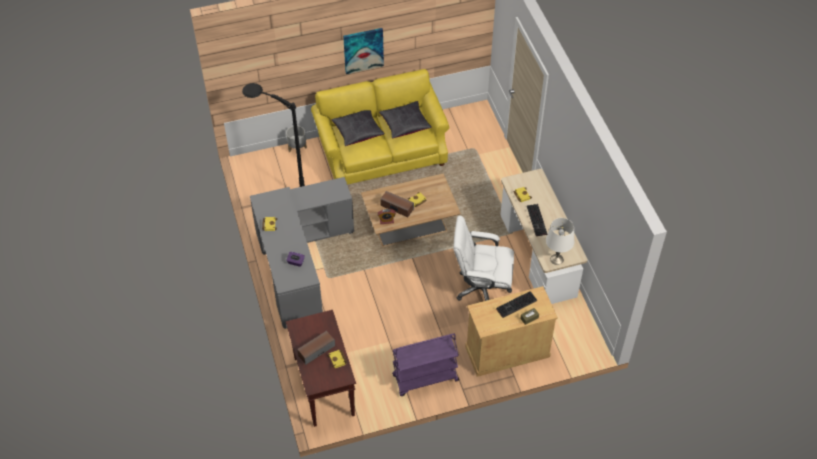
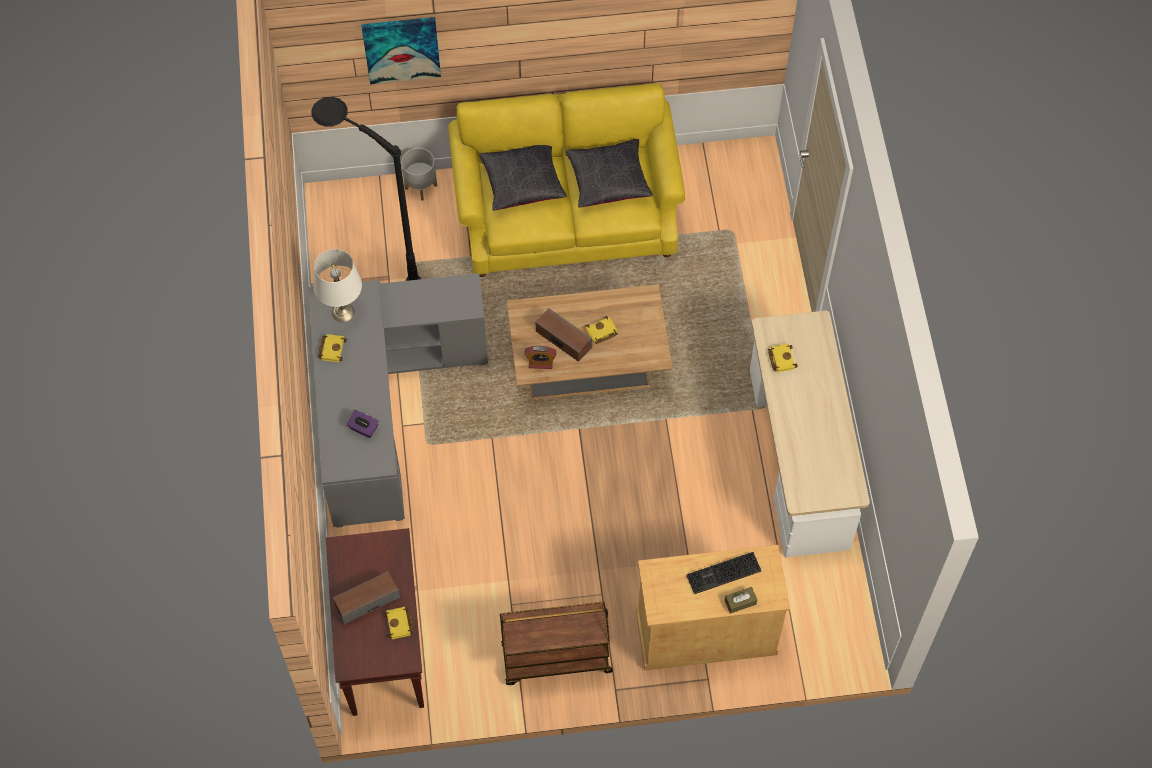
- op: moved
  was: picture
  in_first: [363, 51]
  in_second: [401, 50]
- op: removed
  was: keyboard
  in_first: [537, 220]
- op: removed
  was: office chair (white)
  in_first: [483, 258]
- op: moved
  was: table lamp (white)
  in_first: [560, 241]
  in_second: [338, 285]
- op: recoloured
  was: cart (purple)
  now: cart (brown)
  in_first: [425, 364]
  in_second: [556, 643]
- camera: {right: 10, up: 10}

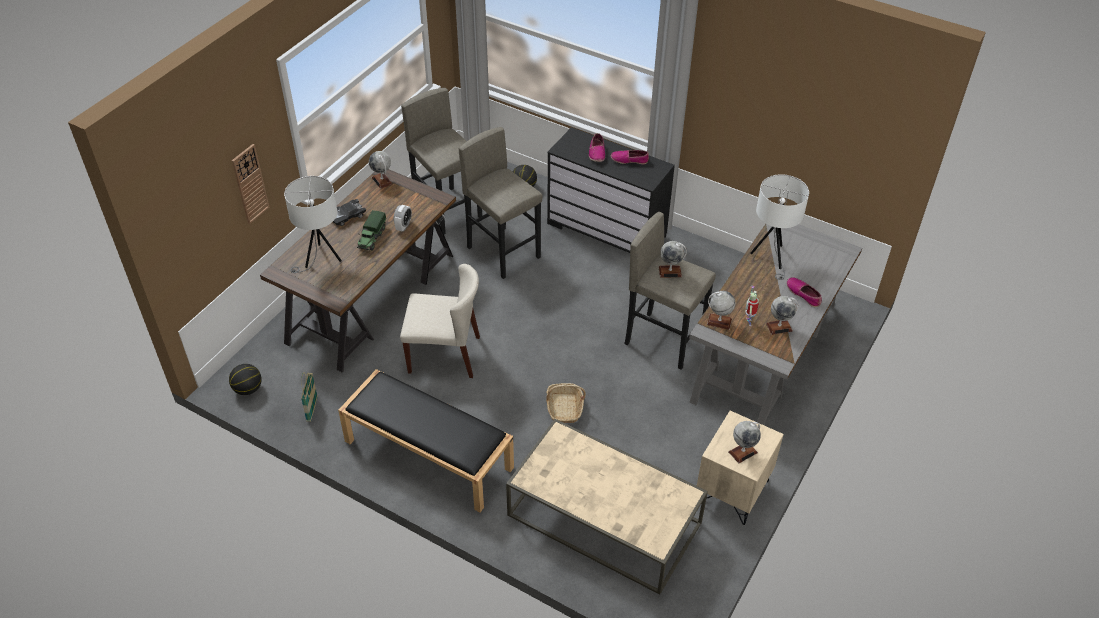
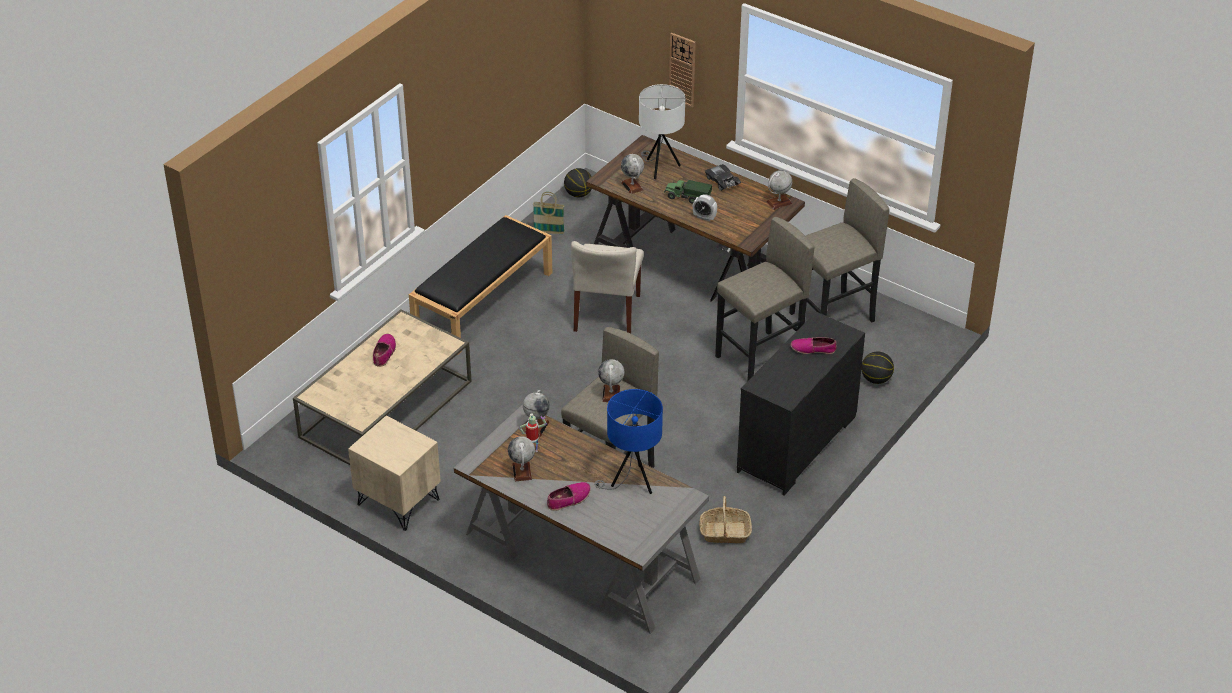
- op: moved
  was: shoe
  in_first: [630, 157]
  in_second: [384, 350]
- op: recoloured
  was: table lamp (white)
  now: table lamp (blue)
  in_first: [779, 227]
  in_second: [628, 441]
- op: moved
  was: basket
  in_first: [566, 403]
  in_second: [725, 519]
- op: moved
  was: globe
  in_first: [744, 442]
  in_second: [632, 174]
- camera: {right: 95, up: -5}

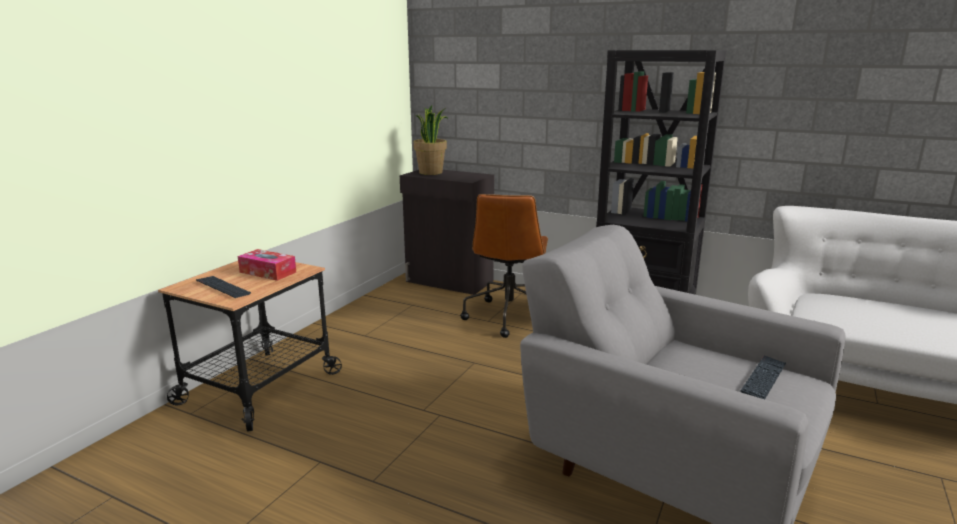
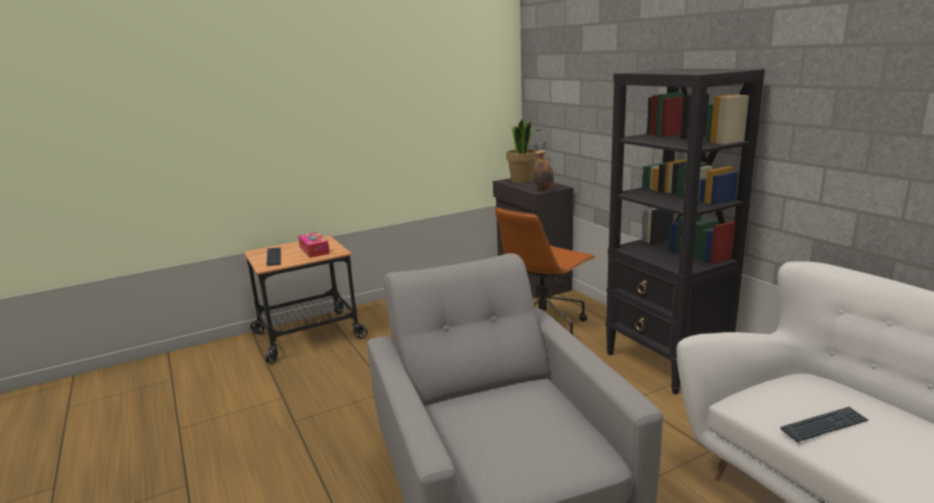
- op: moved
  was: keyboard
  in_first: [763, 377]
  in_second: [824, 424]
- op: added
  now: bottle
  in_second: [544, 170]
- camera: {right: 35, up: 0}

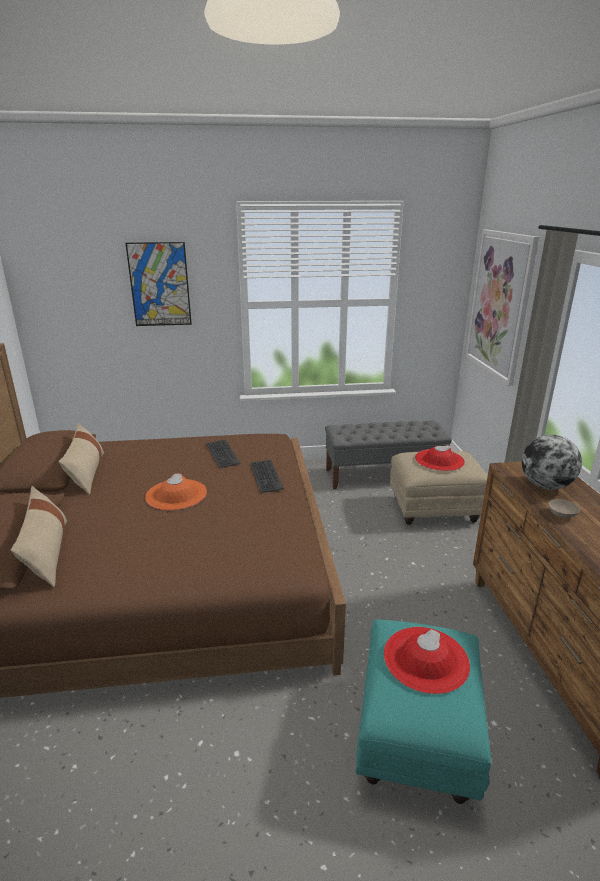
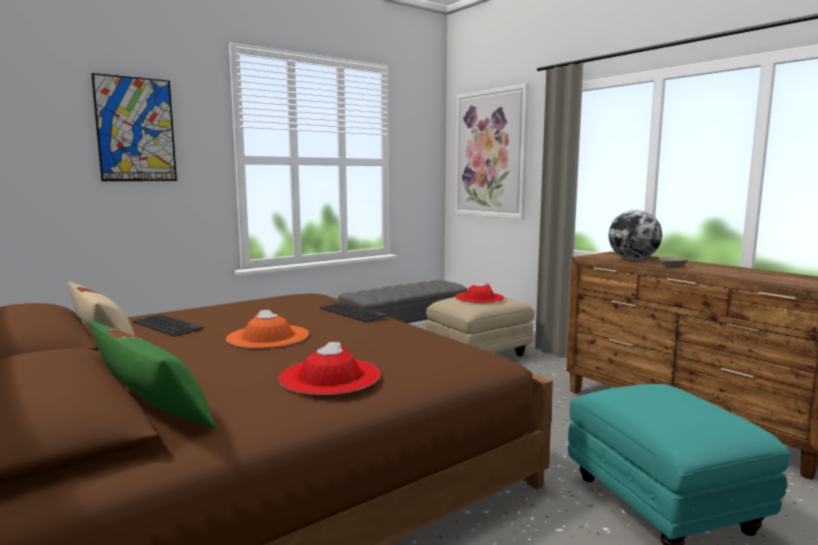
- op: moved
  was: keyboard
  in_first: [223, 453]
  in_second: [168, 325]
- op: recoloured
  was: pillow (beige)
  now: pillow (green)
  in_first: [39, 536]
  in_second: [153, 374]
- op: moved
  was: hat (red)
  in_first: [427, 660]
  in_second: [329, 368]
- camera: {right: -30, up: -15}

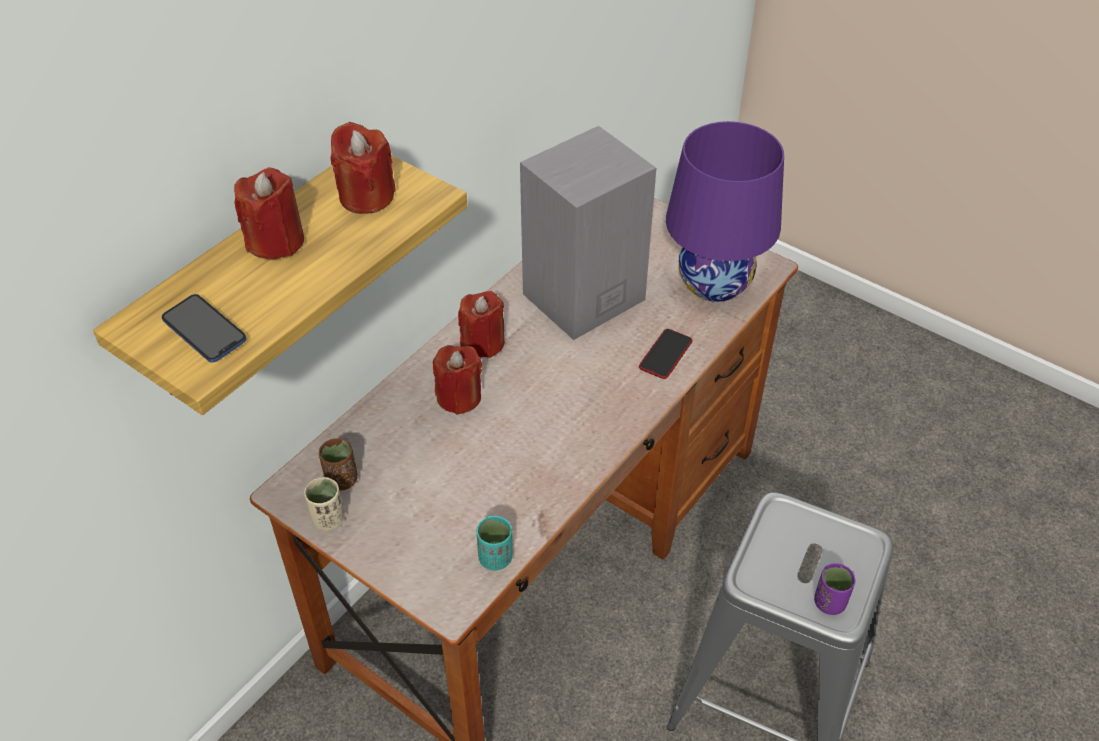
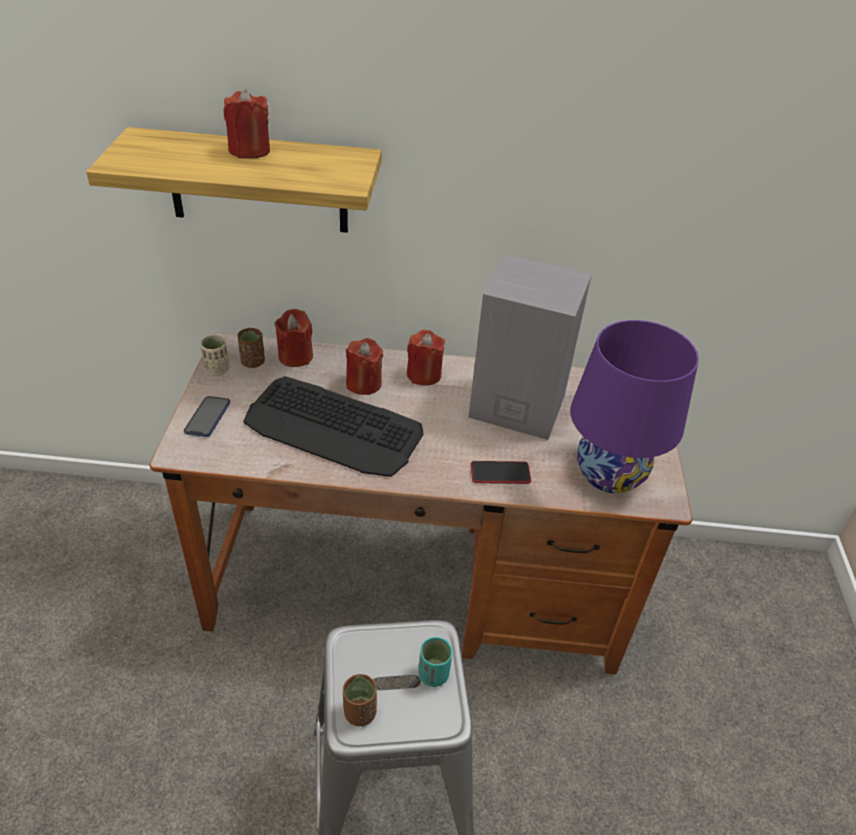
- op: moved
  was: candle (red)
  in_first: [363, 168]
  in_second: [293, 338]
- op: moved
  was: phone
  in_first: [204, 328]
  in_second: [207, 416]
- op: moved
  was: cup (turquoise)
  in_first: [494, 543]
  in_second: [435, 662]
- op: recoloured
  was: cup (purple)
  now: cup (brown)
  in_first: [834, 589]
  in_second: [360, 700]
- op: added
  now: keyboard
  in_second: [333, 426]
- camera: {right: 55, up: -5}

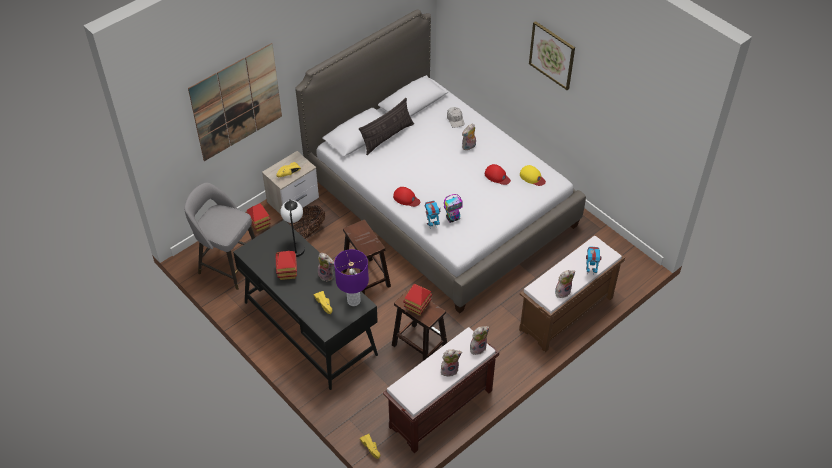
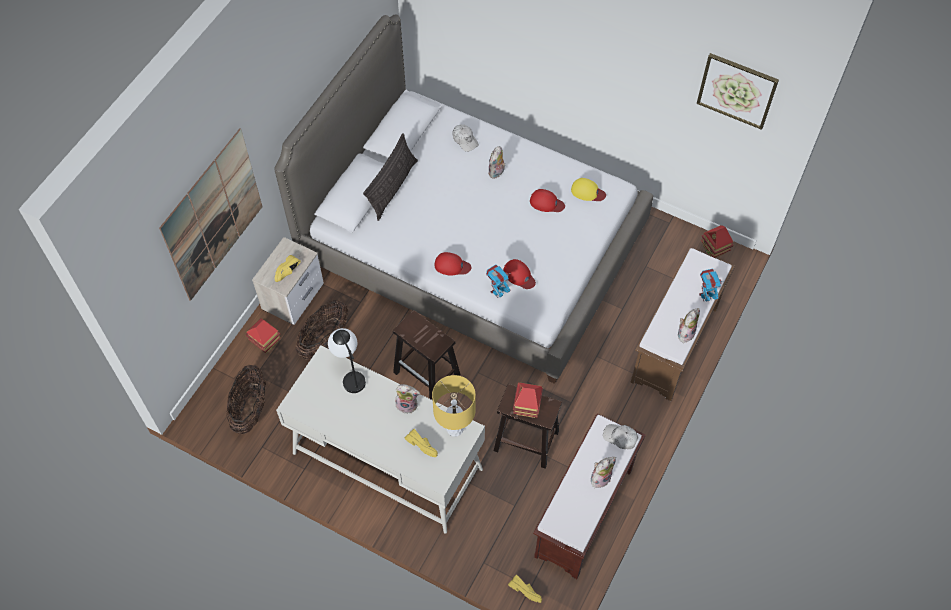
- op: moved
  was: picture
  in_first: [552, 55]
  in_second: [738, 91]
- op: replaced
  was: stool (grey)
  now: basket
  in_first: [219, 236]
  in_second: [246, 399]
- op: replaced
  was: toy robot
  now: cap (red)
  in_first: [453, 208]
  in_second: [519, 274]
- op: recoloured
  was: desk (black)
  now: desk (white)
  in_first: [305, 305]
  in_second: [380, 439]
- op: recoloured
  was: table lamp (purple)
  now: table lamp (yellow)
  in_first: [351, 277]
  in_second: [453, 405]
- op: moved
  was: toy house
  in_first: [286, 265]
  in_second: [717, 241]
- op: replaced
  was: plush toy
  now: cap (white)
  in_first: [479, 340]
  in_second: [620, 436]
- camera: {right: -20, up: 10}

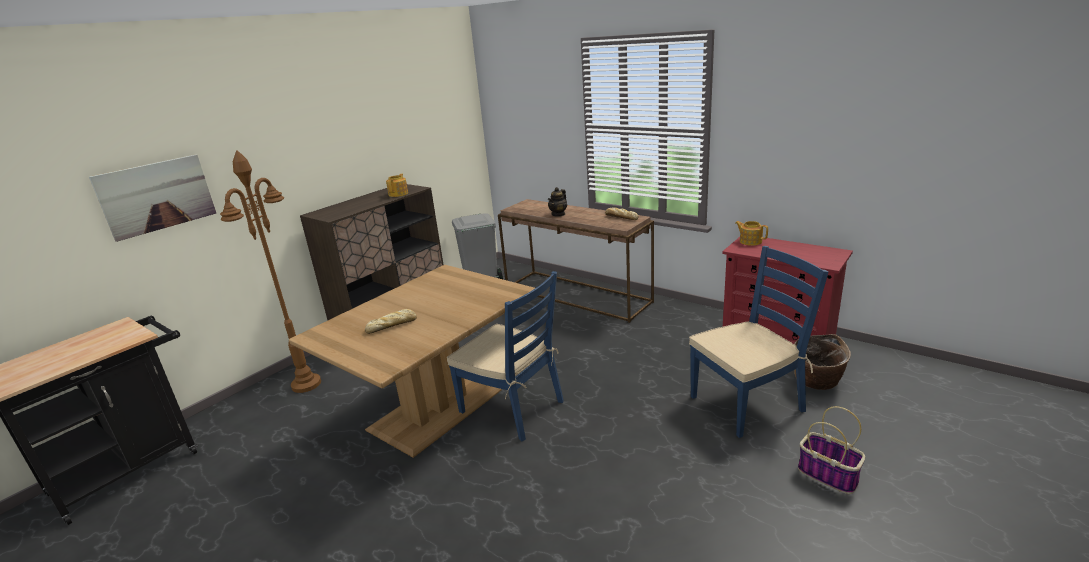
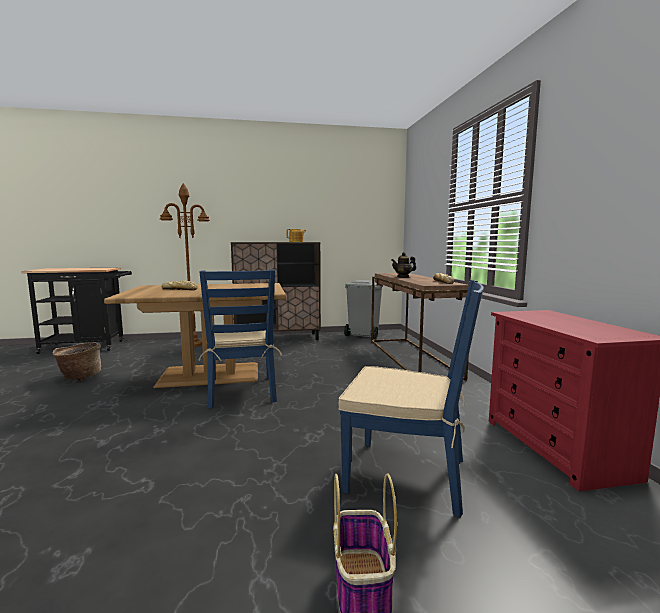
- op: removed
  was: picture
  in_first: [152, 198]
- op: removed
  was: teapot
  in_first: [751, 233]
- op: moved
  was: basket
  in_first: [822, 362]
  in_second: [76, 361]
- camera: {right: 40, up: -15}

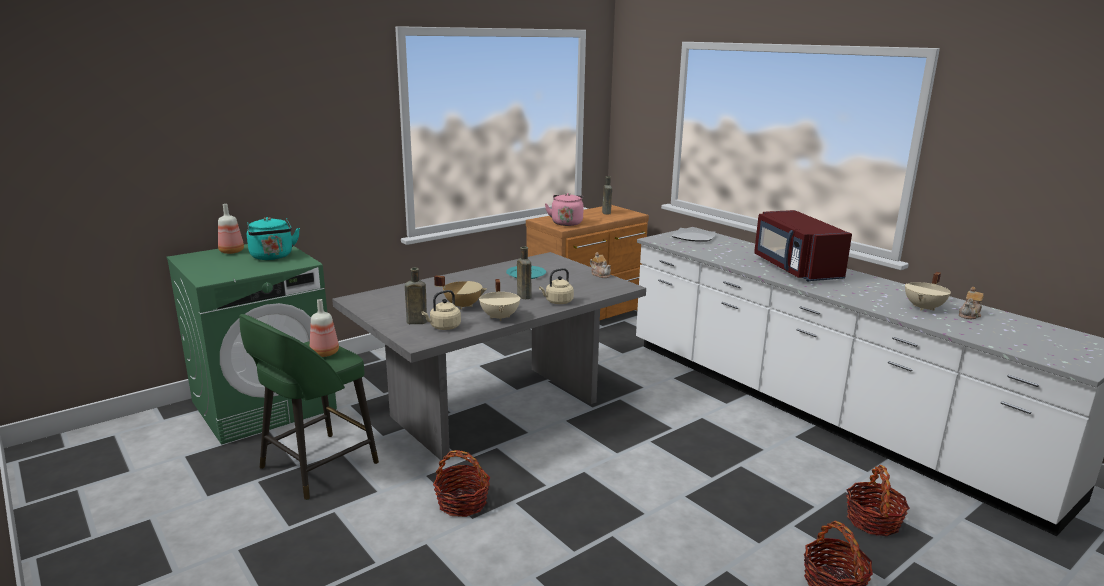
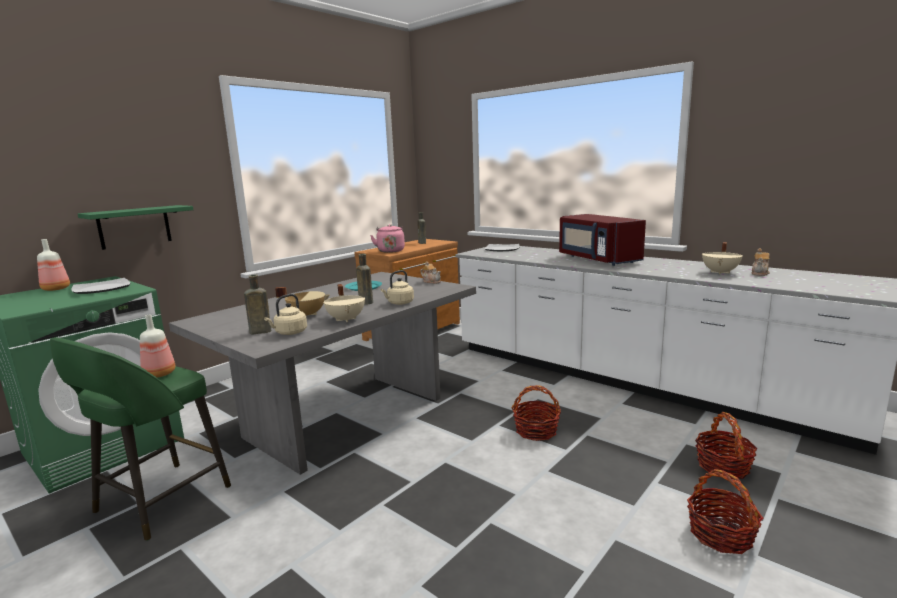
- op: replaced
  was: kettle (turquoise)
  now: plate
  in_first: [273, 238]
  in_second: [101, 286]
- op: moved
  was: basket
  in_first: [461, 483]
  in_second: [536, 413]
- op: added
  now: shelf (green)
  in_second: [136, 227]
- camera: {right: -10, up: -5}

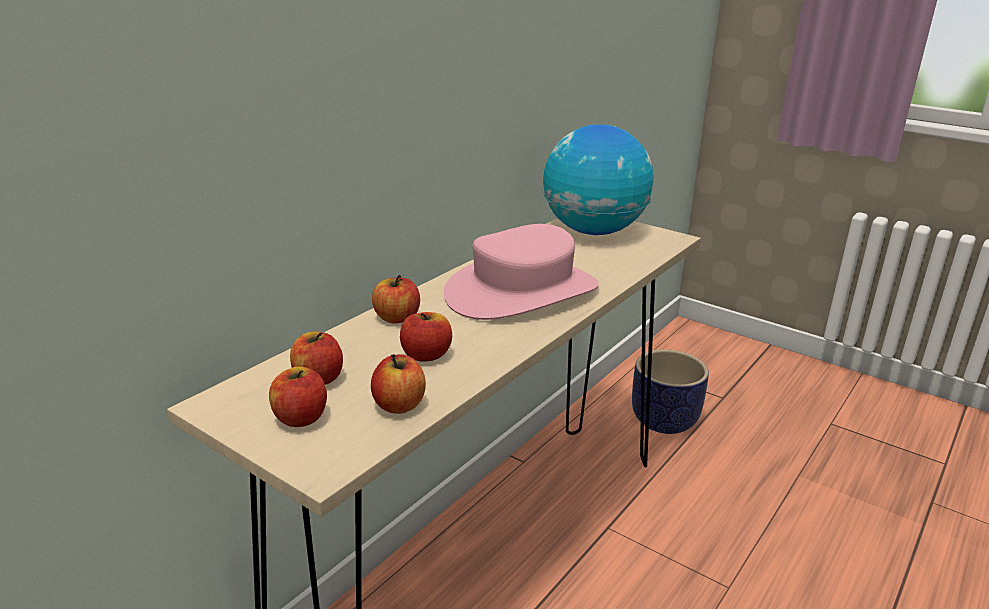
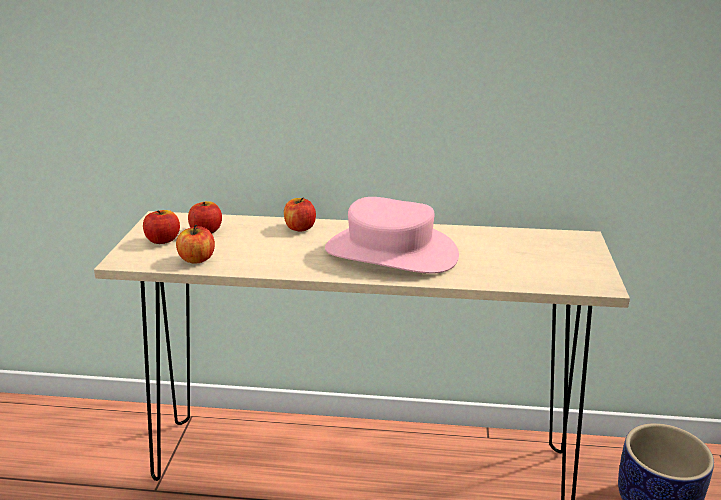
- op: removed
  was: globe
  in_first: [598, 179]
- op: removed
  was: apple
  in_first: [426, 337]
- camera: {right: 60, up: 0}

